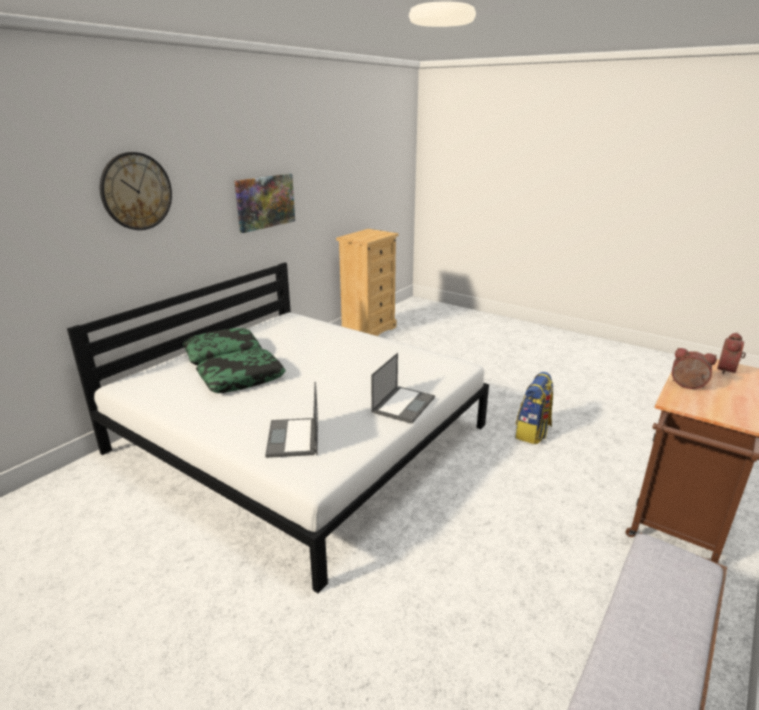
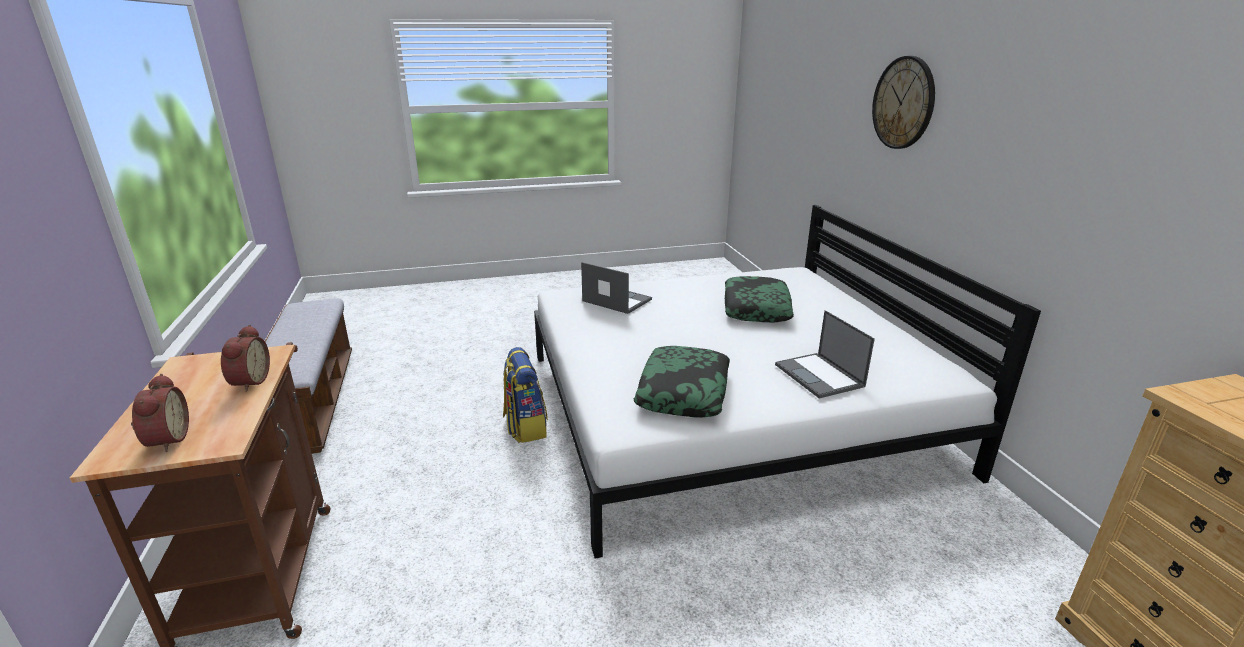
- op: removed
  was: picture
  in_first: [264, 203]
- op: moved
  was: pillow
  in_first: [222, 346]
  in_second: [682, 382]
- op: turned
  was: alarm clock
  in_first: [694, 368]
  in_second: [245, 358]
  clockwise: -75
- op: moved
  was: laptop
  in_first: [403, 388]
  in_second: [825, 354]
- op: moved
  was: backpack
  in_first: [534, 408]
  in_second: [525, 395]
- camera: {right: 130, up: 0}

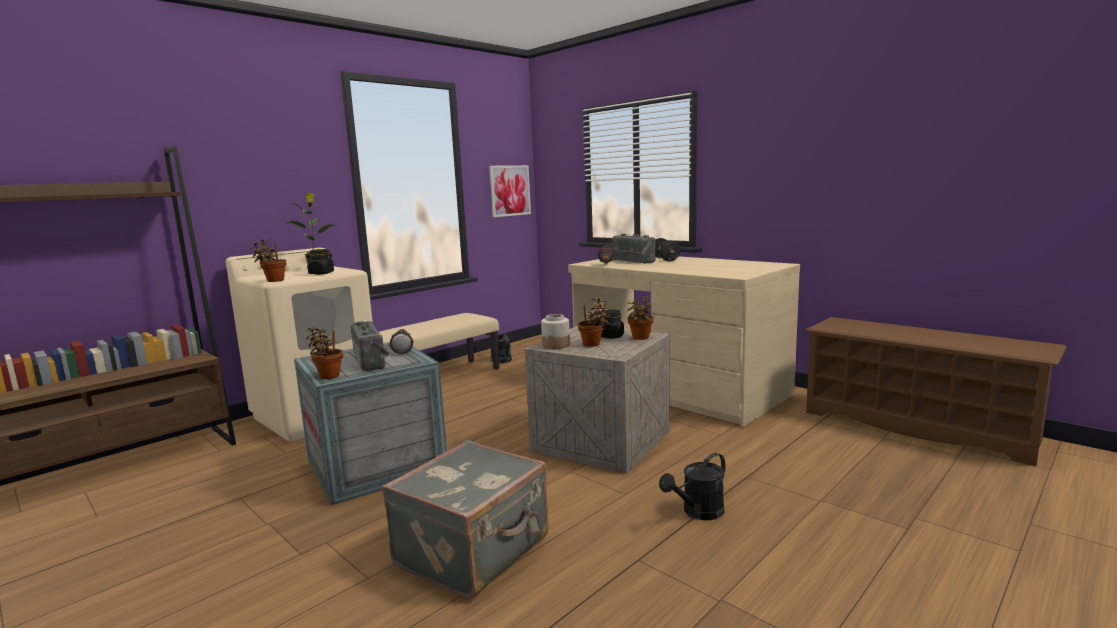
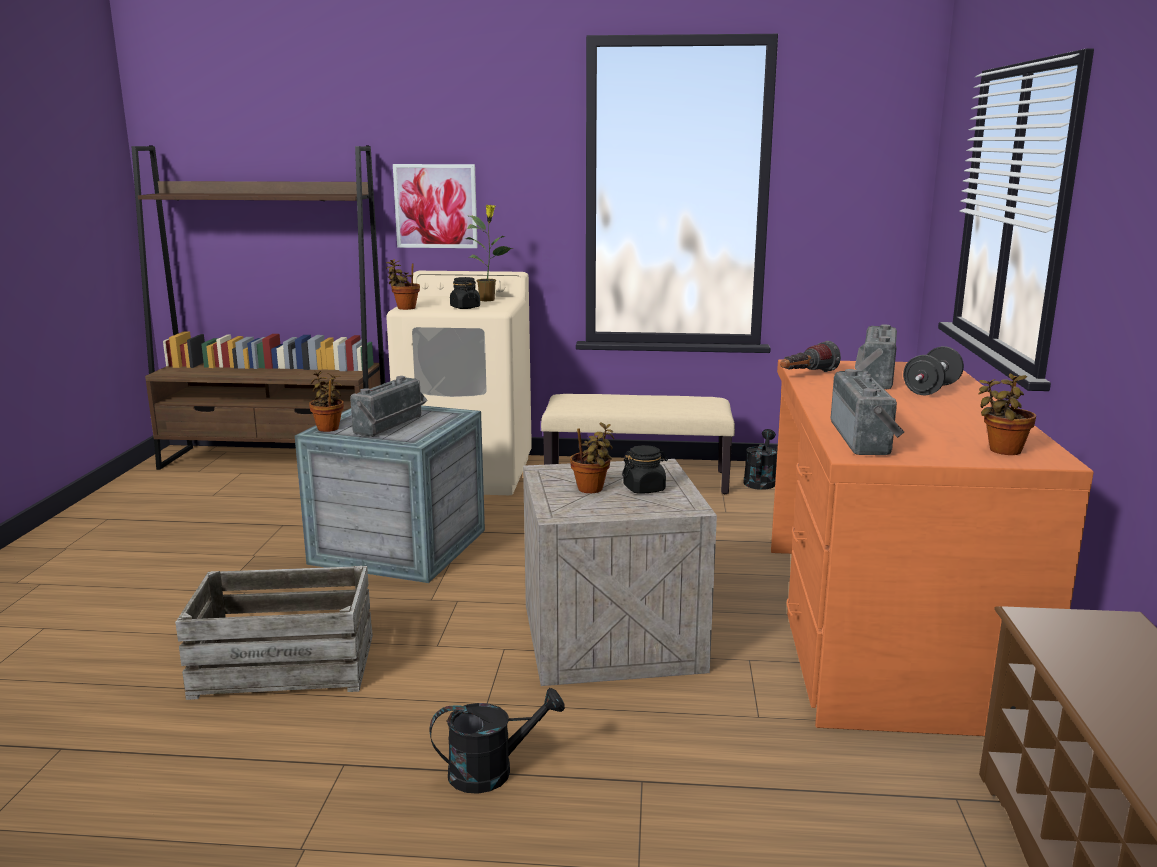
- op: moved
  was: picture
  in_first: [510, 191]
  in_second: [435, 206]
- op: recoloured
  was: desk (beige)
  now: desk (orange)
  in_first: [684, 341]
  in_second: [932, 548]
- op: moved
  was: potted plant
  in_first: [640, 317]
  in_second: [1007, 414]
- op: removed
  was: jar
  in_first: [555, 331]
- op: removed
  was: flashlight
  in_first: [401, 341]
- op: replaced
  was: suitcase (grey)
  now: crate
  in_first: [465, 519]
  in_second: [274, 633]
- op: turned
  was: watering can (black)
  in_first: [692, 486]
  in_second: [497, 741]
  clockwise: 150
- op: added
  now: radio
  in_second: [867, 412]
- camera: {right: 50, up: 5}

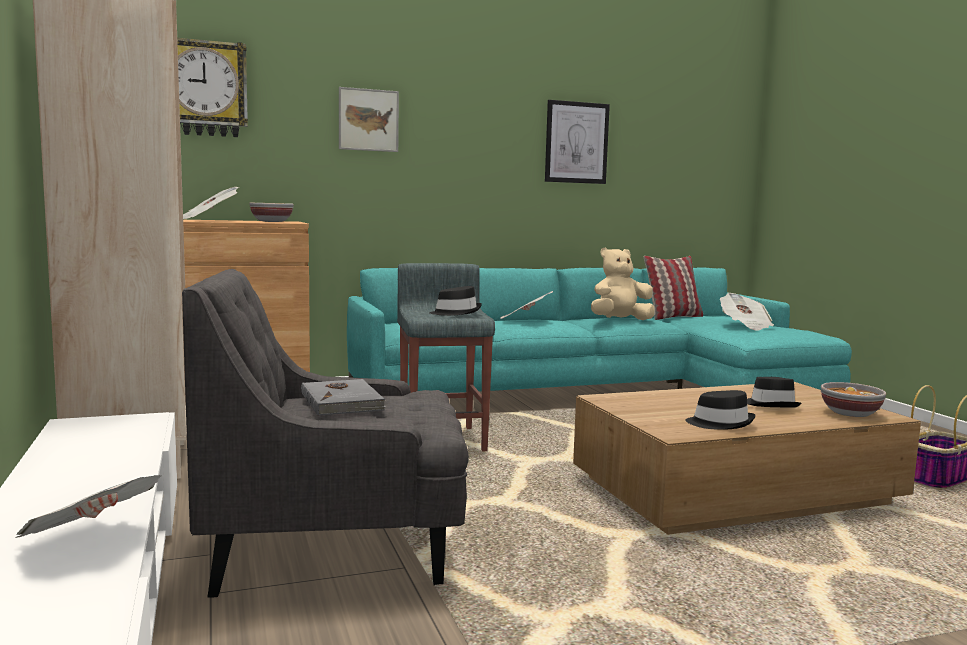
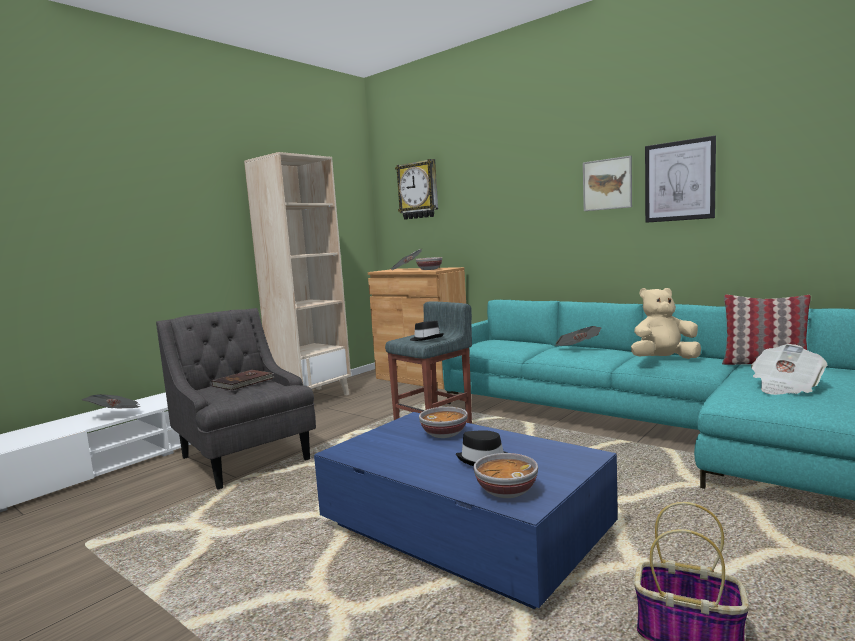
- op: moved
  was: picture
  in_first: [369, 119]
  in_second: [607, 183]
- op: turned
  was: plush toy (beige)
  in_first: [623, 283]
  in_second: [666, 323]
  clockwise: -45
- op: recoloured
  was: book (grey)
  now: book (brown)
  in_first: [343, 397]
  in_second: [243, 380]
- op: recoloured
  was: coffee table (brown)
  now: coffee table (blue)
  in_first: [747, 458]
  in_second: [466, 510]
- op: removed
  was: hat (black)
  in_first: [720, 409]
- op: added
  now: bowl
  in_second: [443, 422]
- camera: {right: 60, up: 0}

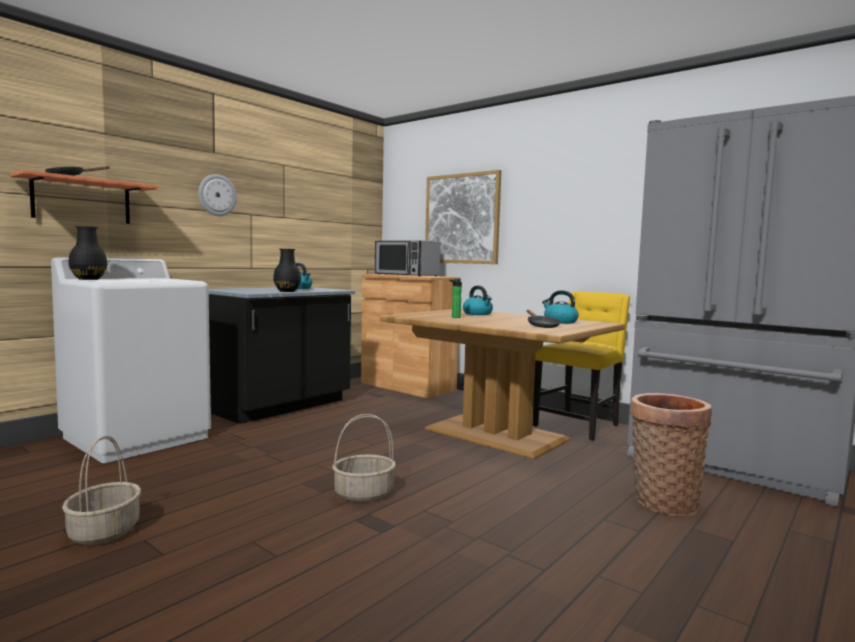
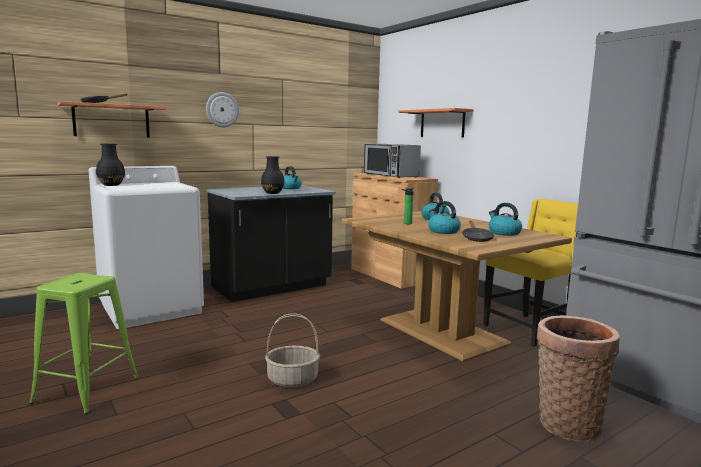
- op: replaced
  was: picture
  now: shelf
  in_first: [463, 217]
  in_second: [436, 123]
- op: replaced
  was: basket
  now: stool (green)
  in_first: [101, 490]
  in_second: [84, 343]
- op: added
  now: kettle
  in_second: [444, 217]
- camera: {right: 15, up: 5}

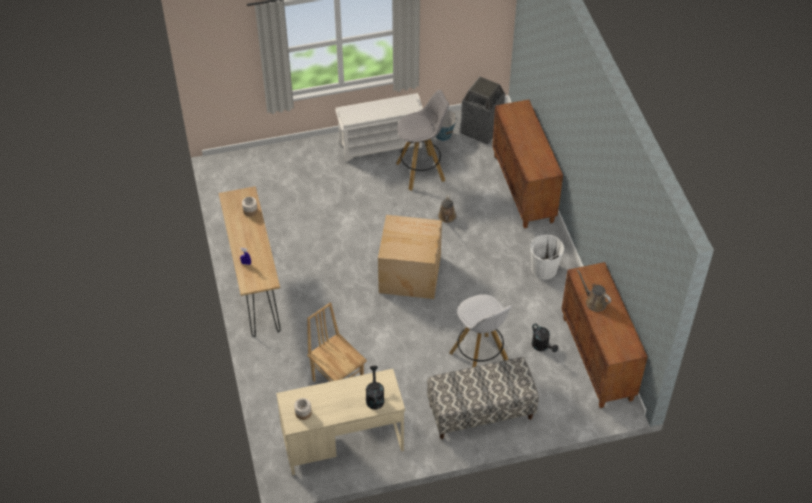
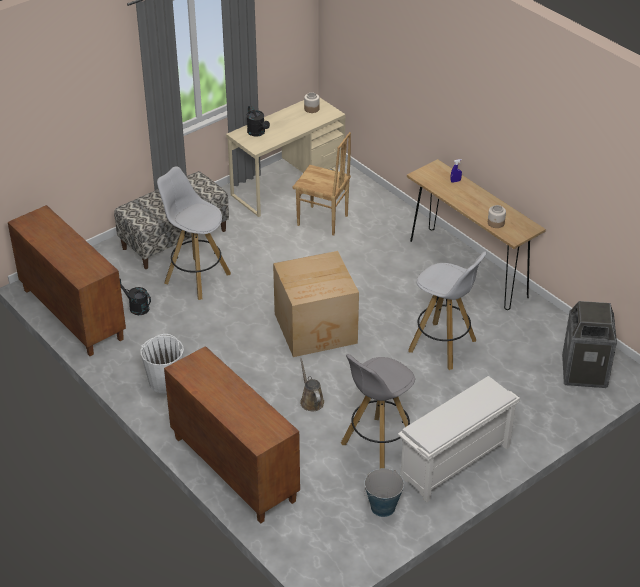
- op: moved
  was: trash can
  in_first: [482, 111]
  in_second: [589, 344]
- op: removed
  was: watering can (brown)
  in_first: [594, 291]
- op: added
  now: stool (white)
  in_second: [447, 310]
- camera: {right: 155, up: -10}

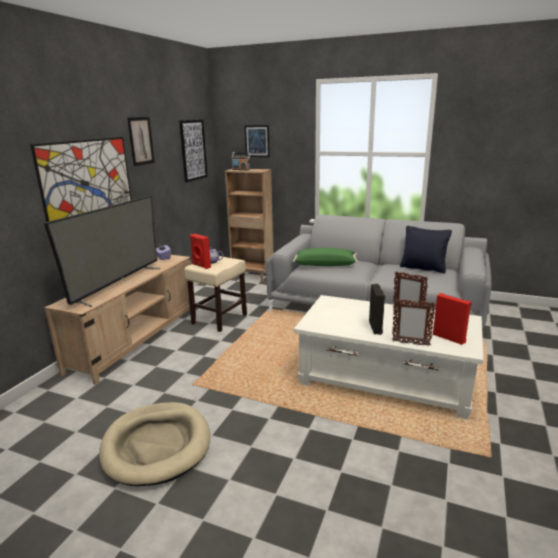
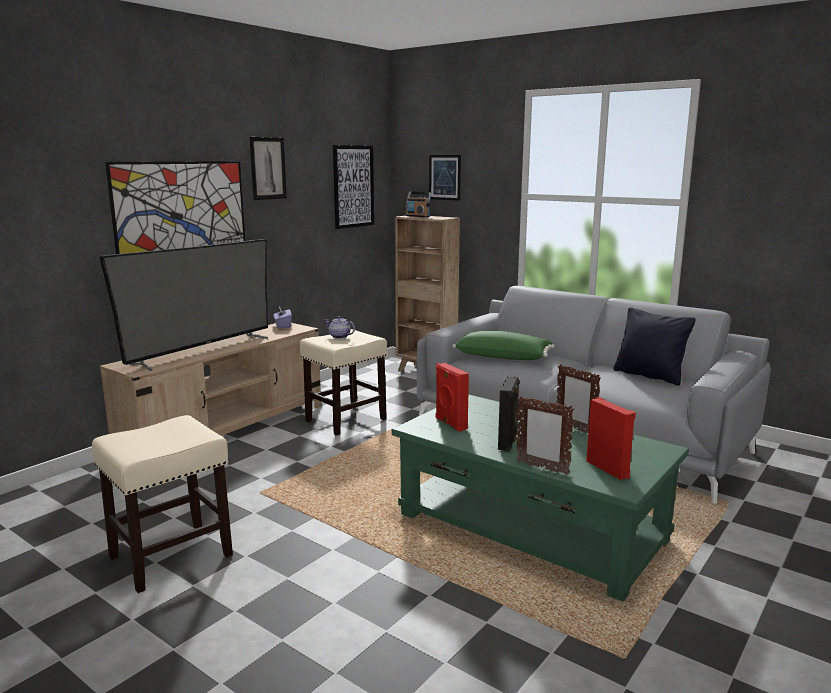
- op: moved
  was: speaker (red)
  in_first: [200, 251]
  in_second: [452, 397]
- op: recoloured
  was: coffee table (white)
  now: coffee table (green)
  in_first: [389, 357]
  in_second: [540, 497]
- op: replaced
  was: dog bed (beige)
  now: stool (beige)
  in_first: [154, 444]
  in_second: [162, 504]
- camera: {right: 15, up: -5}

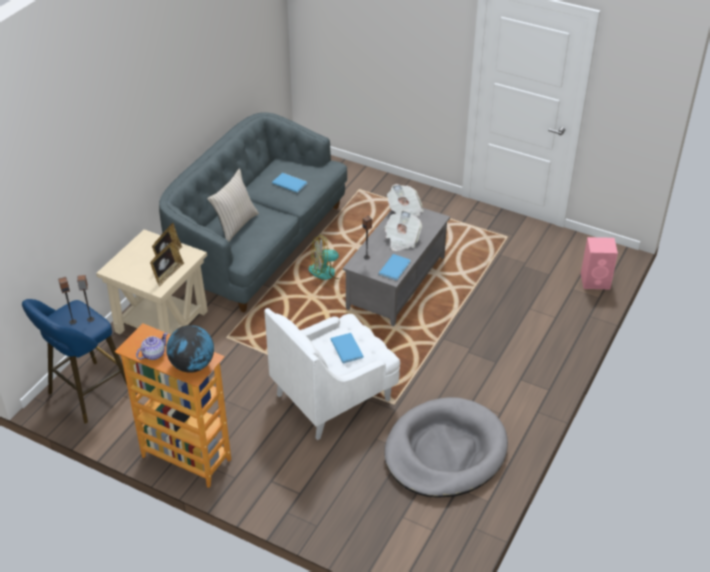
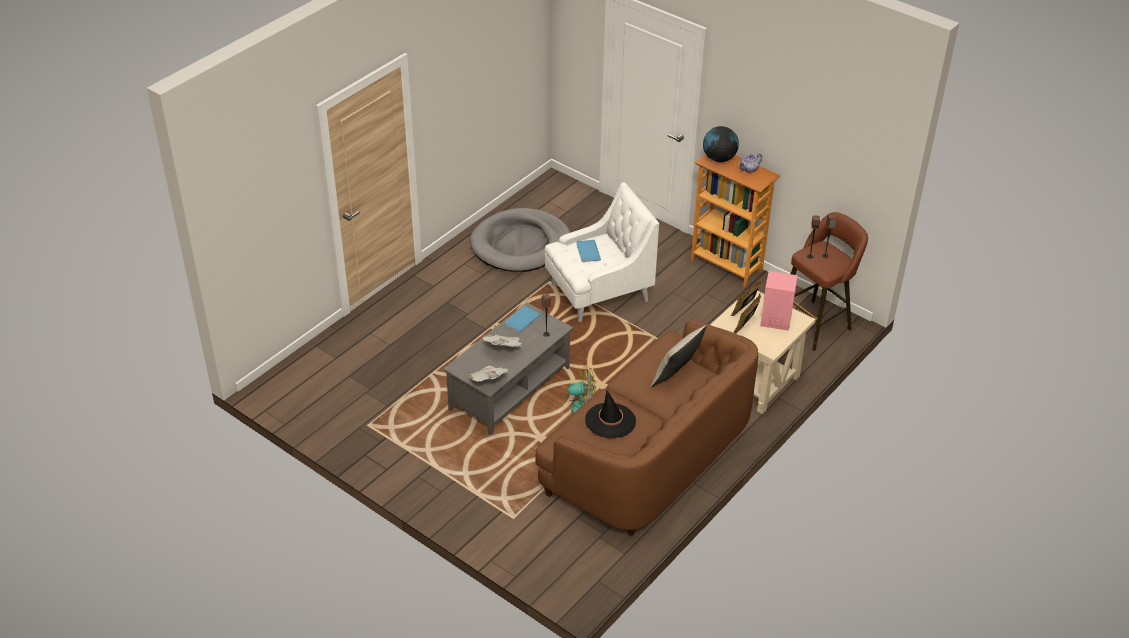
- op: recoloured
  was: sofa (grey)
  now: sofa (brown)
  in_first: [253, 213]
  in_second: [646, 428]
- op: replaced
  was: book (blue)
  now: hat (black)
  in_first: [289, 183]
  in_second: [610, 413]
- op: moved
  was: speaker (pink)
  in_first: [599, 263]
  in_second: [779, 301]
- op: recoloured
  was: stool (blue)
  now: stool (brown)
  in_first: [74, 361]
  in_second: [829, 281]
- camera: {right: -170, up: 0}

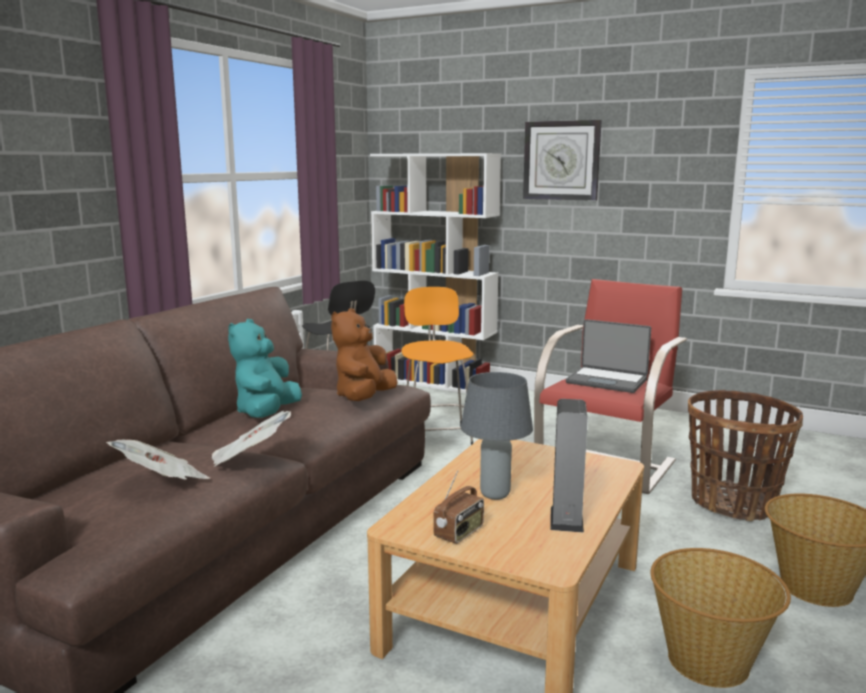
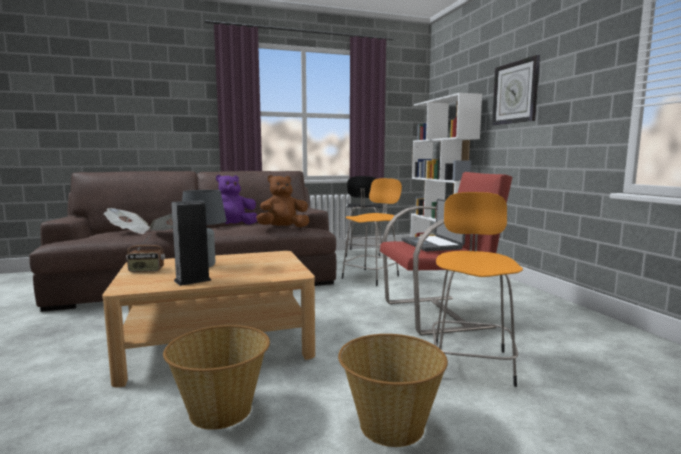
- op: recoloured
  was: plush toy (turquoise)
  now: plush toy (purple)
  in_first: [265, 368]
  in_second: [236, 200]
- op: replaced
  was: basket
  now: stool (orange)
  in_first: [745, 455]
  in_second: [477, 289]
- camera: {right: 45, up: -5}

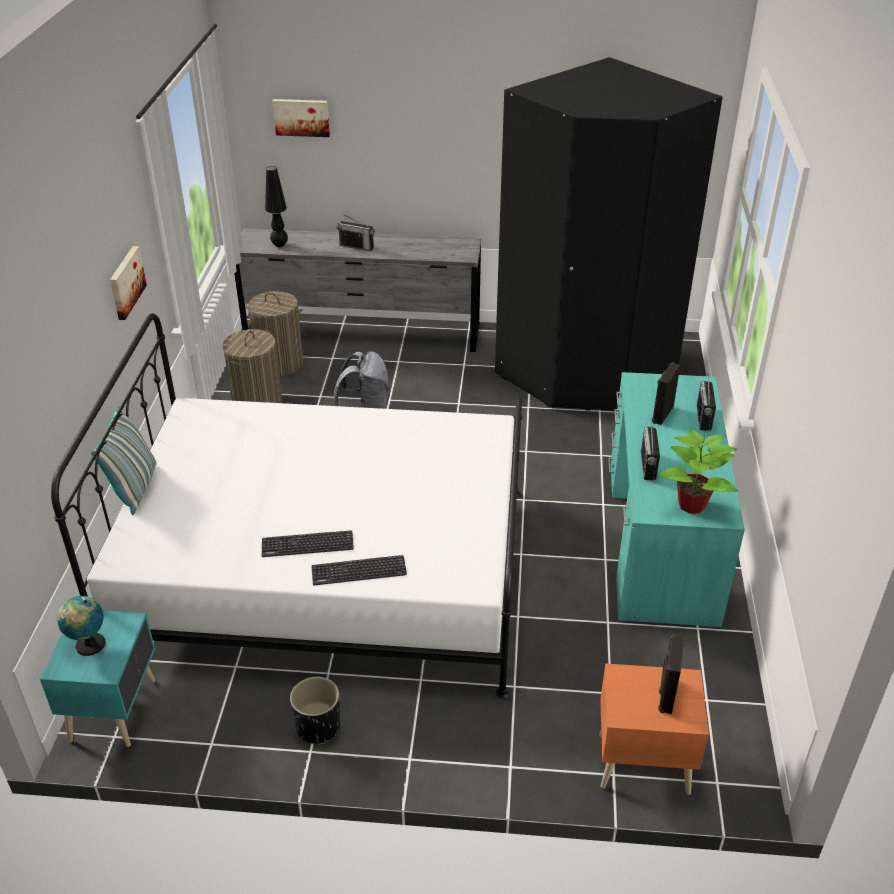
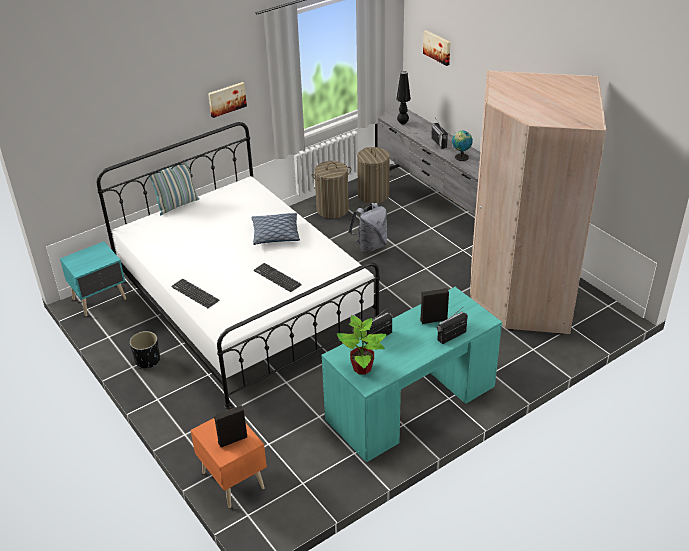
- op: recoloured
  was: wardrobe (black)
  now: wardrobe (beige)
  in_first: [609, 234]
  in_second: [538, 202]
- op: moved
  was: keyboard
  in_first: [308, 543]
  in_second: [278, 277]
- op: moved
  was: globe
  in_first: [81, 626]
  in_second: [462, 146]
- op: added
  now: pillow
  in_second: [275, 229]
- camera: {right: 50, up: 0}

